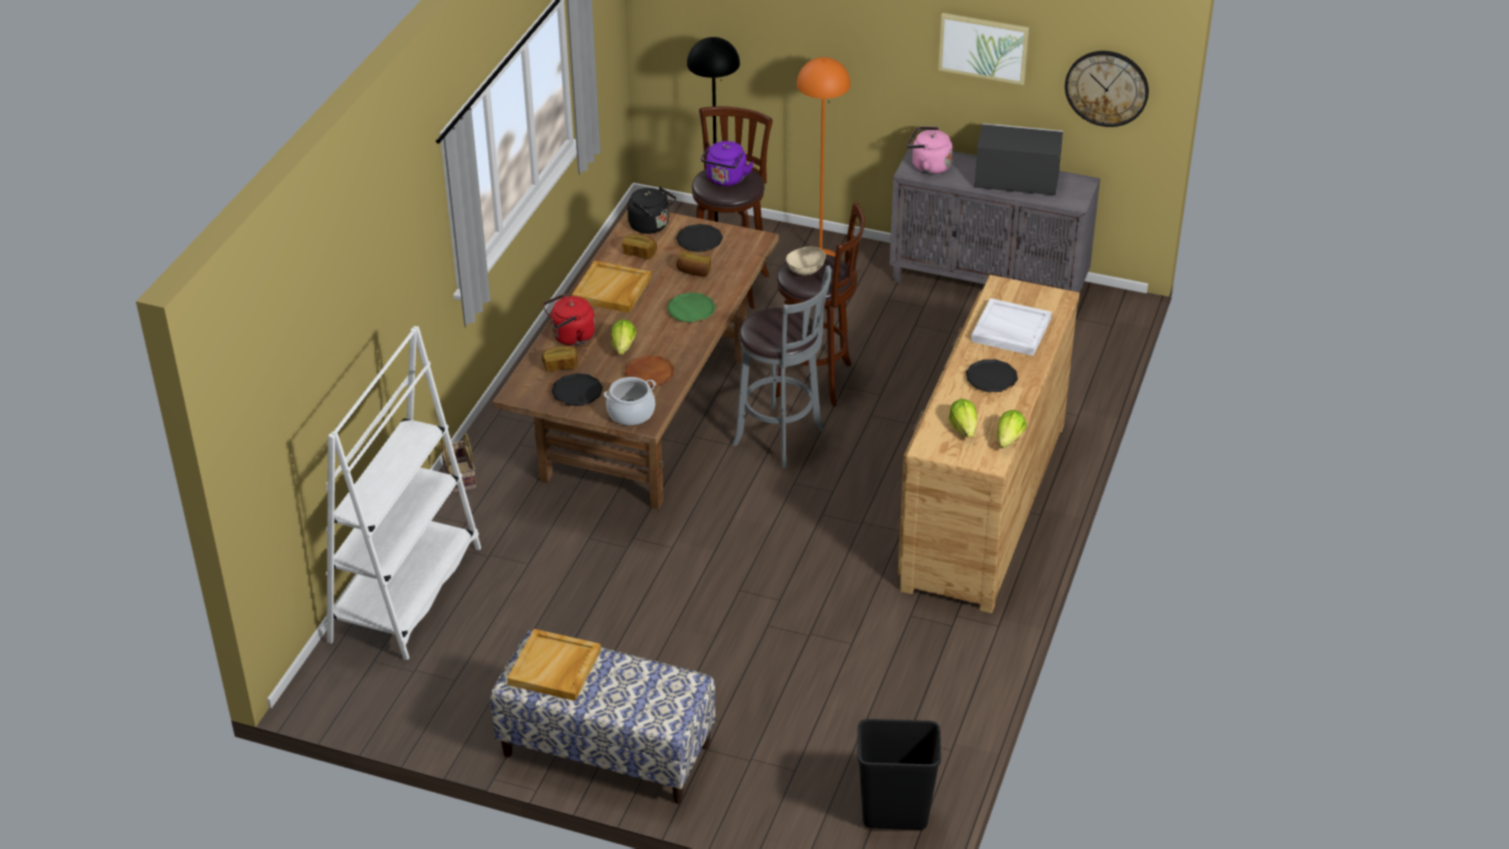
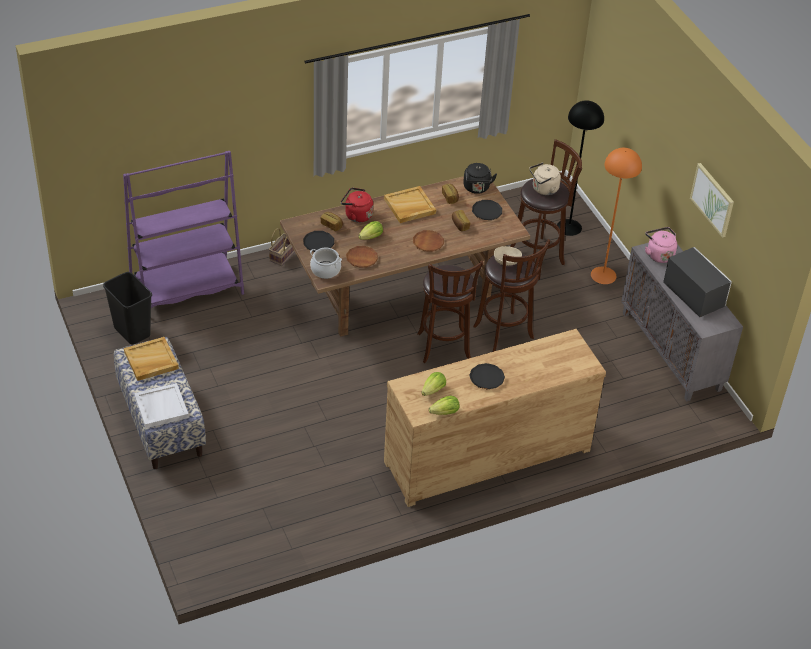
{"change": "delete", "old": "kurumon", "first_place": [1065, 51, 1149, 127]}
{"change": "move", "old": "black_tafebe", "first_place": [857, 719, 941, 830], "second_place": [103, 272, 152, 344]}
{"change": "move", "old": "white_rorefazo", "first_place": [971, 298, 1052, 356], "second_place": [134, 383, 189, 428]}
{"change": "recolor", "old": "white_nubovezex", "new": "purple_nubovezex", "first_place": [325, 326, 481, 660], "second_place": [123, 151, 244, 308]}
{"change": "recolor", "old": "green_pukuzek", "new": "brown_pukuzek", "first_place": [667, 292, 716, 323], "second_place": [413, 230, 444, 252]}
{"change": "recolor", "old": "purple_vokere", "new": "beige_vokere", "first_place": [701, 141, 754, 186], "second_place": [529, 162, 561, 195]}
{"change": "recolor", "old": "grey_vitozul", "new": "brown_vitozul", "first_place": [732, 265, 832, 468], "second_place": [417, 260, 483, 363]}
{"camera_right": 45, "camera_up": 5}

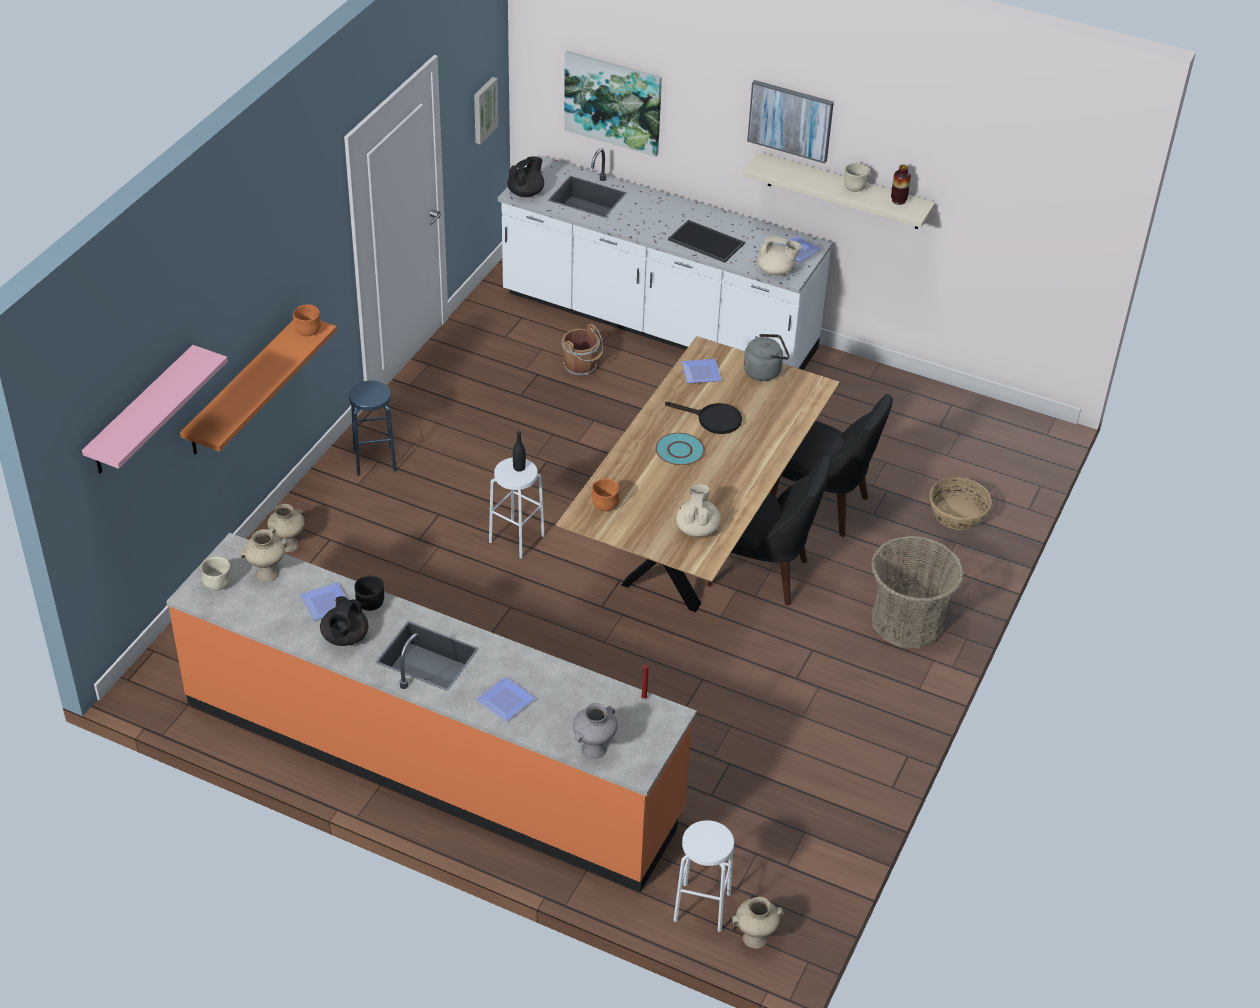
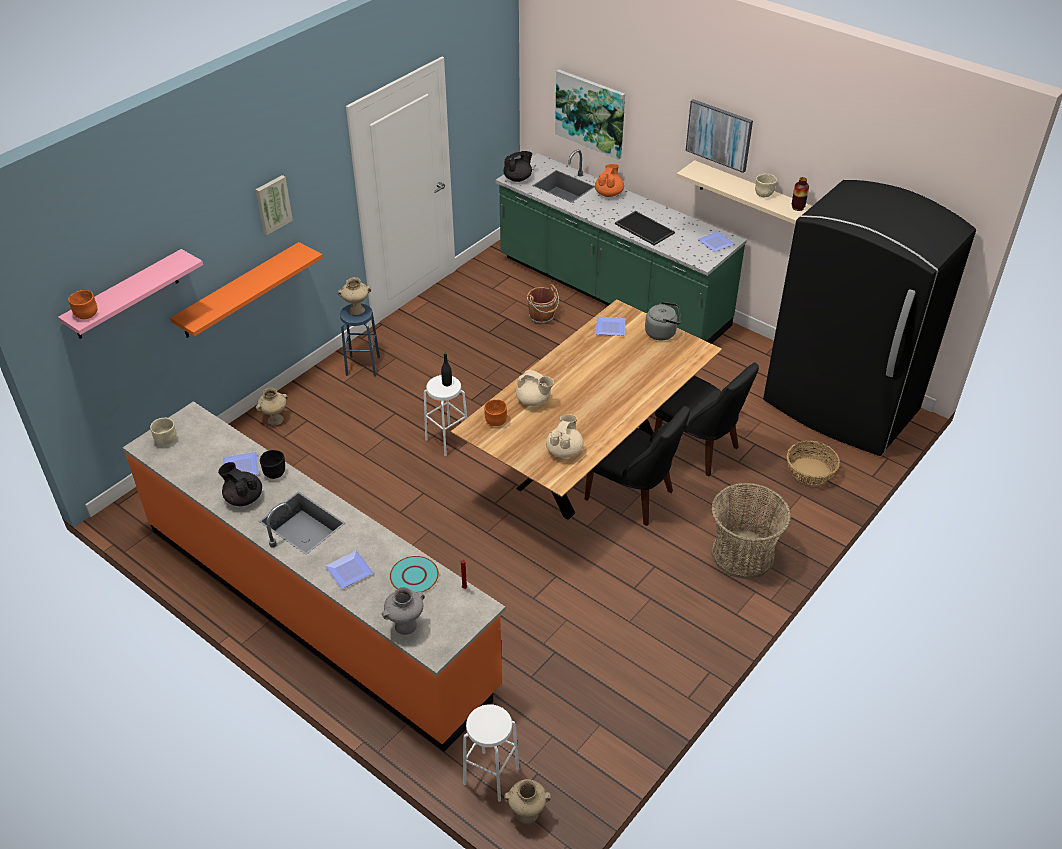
{"change": "delete", "old": "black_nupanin", "first_place": [665, 402, 742, 434]}
{"change": "insert", "new": "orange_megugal", "second_place": [595, 164, 624, 197]}
{"change": "insert", "new": "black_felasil", "second_place": [763, 180, 976, 456]}
{"change": "move", "old": "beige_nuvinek", "first_place": [240, 529, 289, 582], "second_place": [338, 277, 371, 315]}
{"change": "move", "old": "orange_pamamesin", "first_place": [293, 304, 321, 336], "second_place": [68, 290, 97, 319]}
{"change": "move", "old": "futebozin", "first_place": [474, 77, 498, 144], "second_place": [256, 175, 293, 235]}
{"change": "move", "old": "turquoise_pukuzek", "first_place": [655, 433, 705, 466], "second_place": [390, 556, 439, 593]}
{"change": "move", "old": "beige_megugal", "first_place": [757, 236, 801, 275], "second_place": [516, 370, 554, 406]}
{"change": "recolor", "old": "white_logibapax", "new": "green_logibapax", "first_place": [498, 148, 833, 370], "second_place": [496, 150, 747, 344]}
{"change": "rotate", "old": "black_megugal", "first_place": [320, 596, 368, 646], "second_place": [218, 462, 262, 506], "degrees": 105}
{"camera_right": 15, "camera_up": 0}

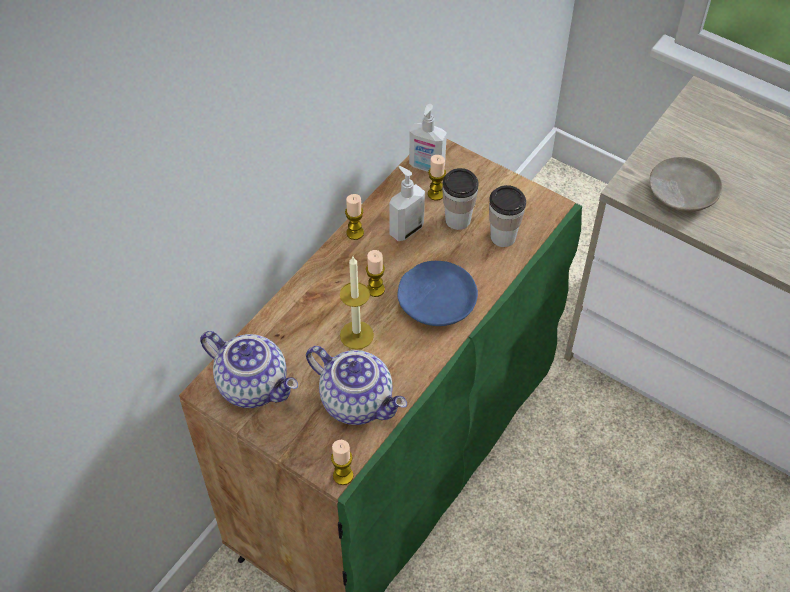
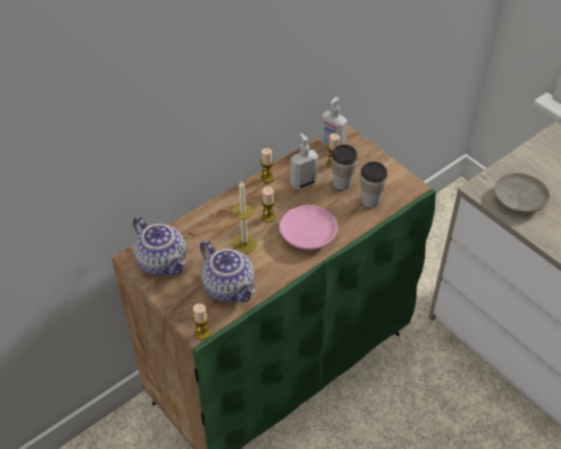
{"change": "recolor", "old": "blue_pukuzek", "new": "pink_pukuzek", "first_place": [397, 261, 478, 326], "second_place": [279, 205, 338, 250]}
{"camera_right": 15, "camera_up": -5}

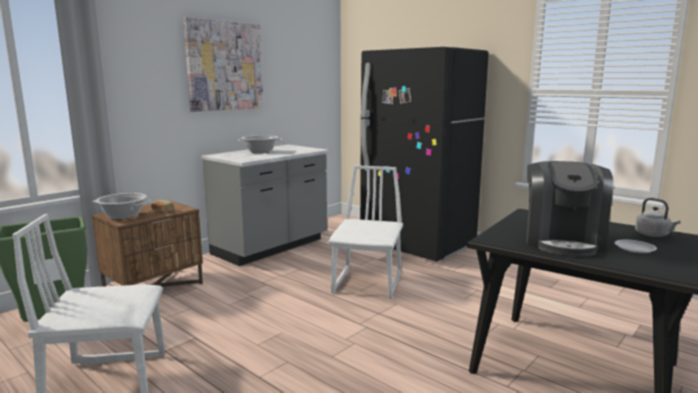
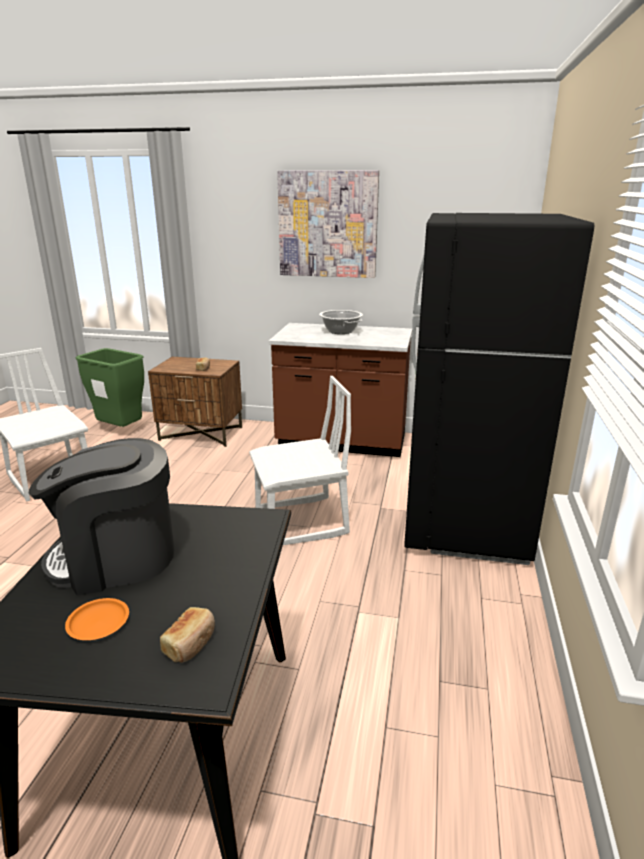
{"change": "delete", "old": "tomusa", "first_place": [93, 193, 151, 220]}
{"change": "replace", "old": "grey_vokere", "new": "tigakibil", "first_place": [635, 198, 680, 237], "second_place": [160, 607, 215, 663]}
{"change": "recolor", "old": "grey_logibapax", "new": "brown_logibapax", "first_place": [202, 145, 330, 266], "second_place": [269, 323, 412, 457]}
{"change": "recolor", "old": "white_pukuzek", "new": "orange_pukuzek", "first_place": [615, 240, 657, 253], "second_place": [65, 598, 129, 640]}
{"camera_right": 60, "camera_up": 10}

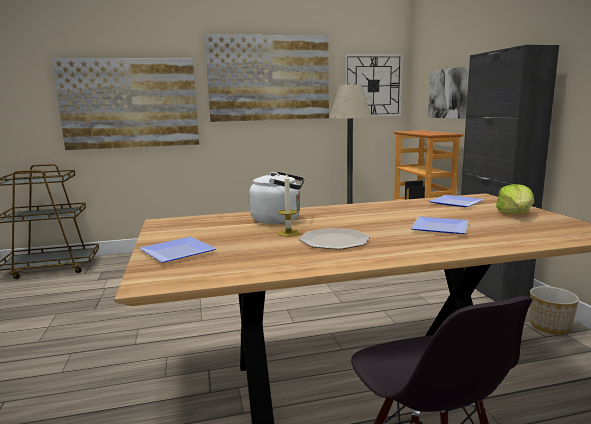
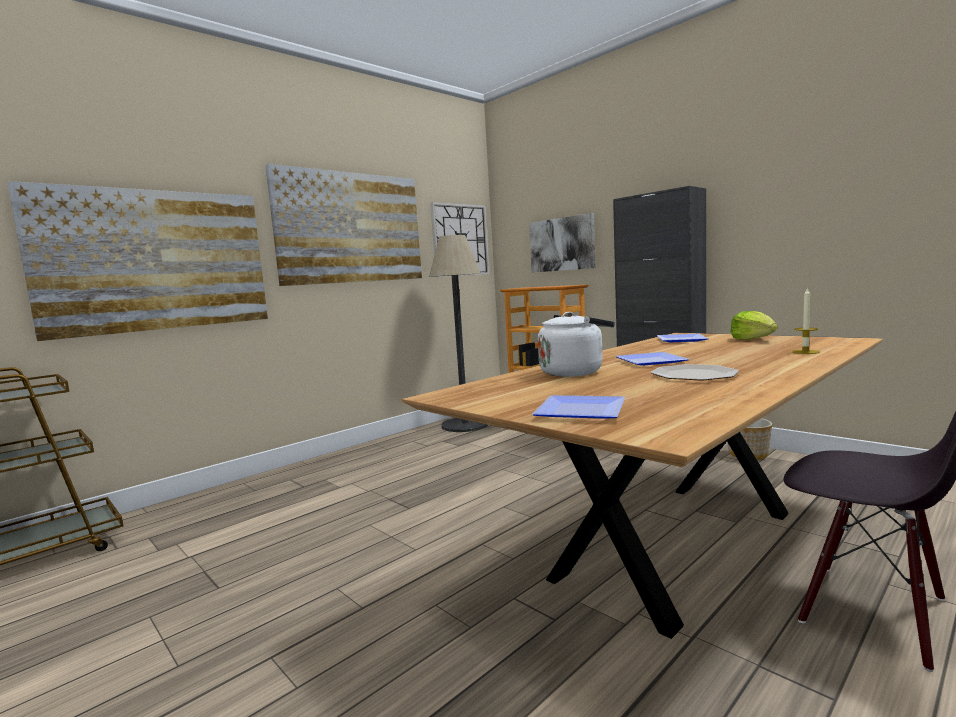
{"change": "move", "old": "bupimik", "first_place": [277, 174, 300, 237], "second_place": [792, 287, 820, 354]}
{"change": "move", "old": "pukuzek", "first_place": [411, 216, 468, 234], "second_place": [615, 352, 689, 366]}
{"camera_right": -30, "camera_up": -5}

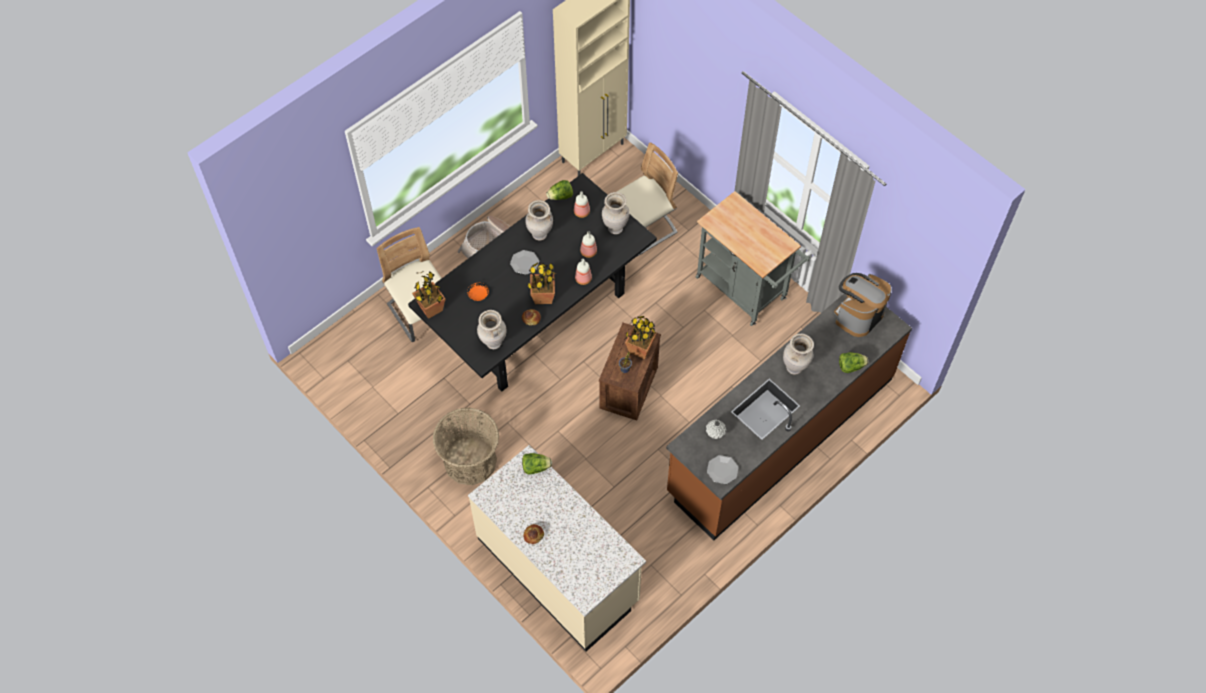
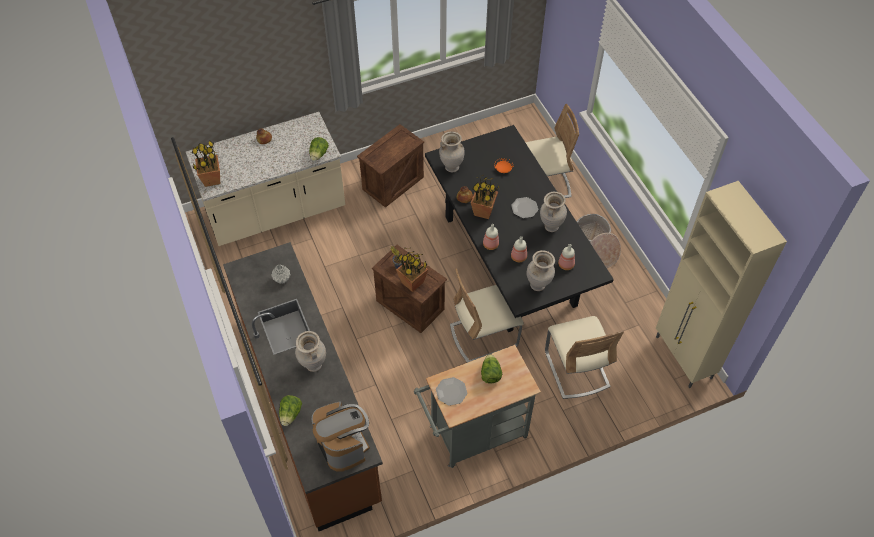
{"change": "insert", "new": "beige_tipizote", "second_place": [450, 268, 524, 363]}
{"change": "move", "old": "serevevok", "first_place": [412, 272, 445, 319], "second_place": [192, 140, 220, 187]}
{"change": "move", "old": "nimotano", "first_place": [546, 180, 573, 200], "second_place": [481, 354, 502, 383]}
{"change": "move", "old": "pukuzek", "first_place": [707, 455, 739, 484], "second_place": [436, 377, 467, 406]}
{"change": "replace", "old": "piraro", "new": "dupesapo", "first_place": [433, 408, 499, 485], "second_place": [357, 124, 424, 208]}
{"camera_right": 110, "camera_up": -5}

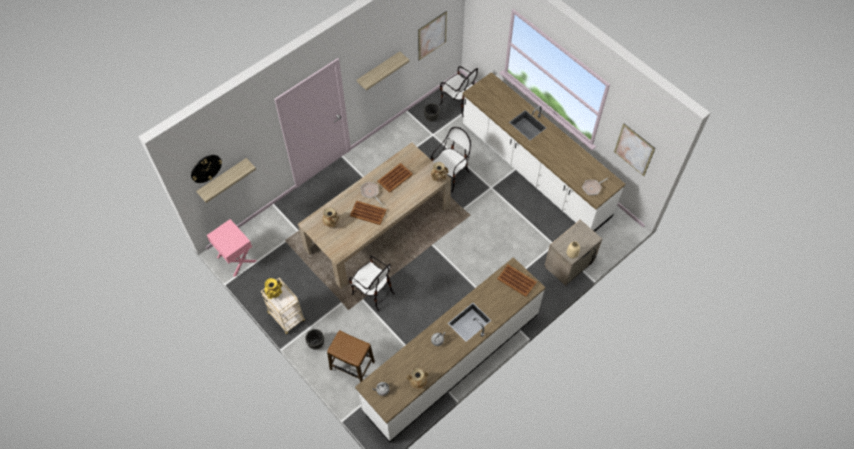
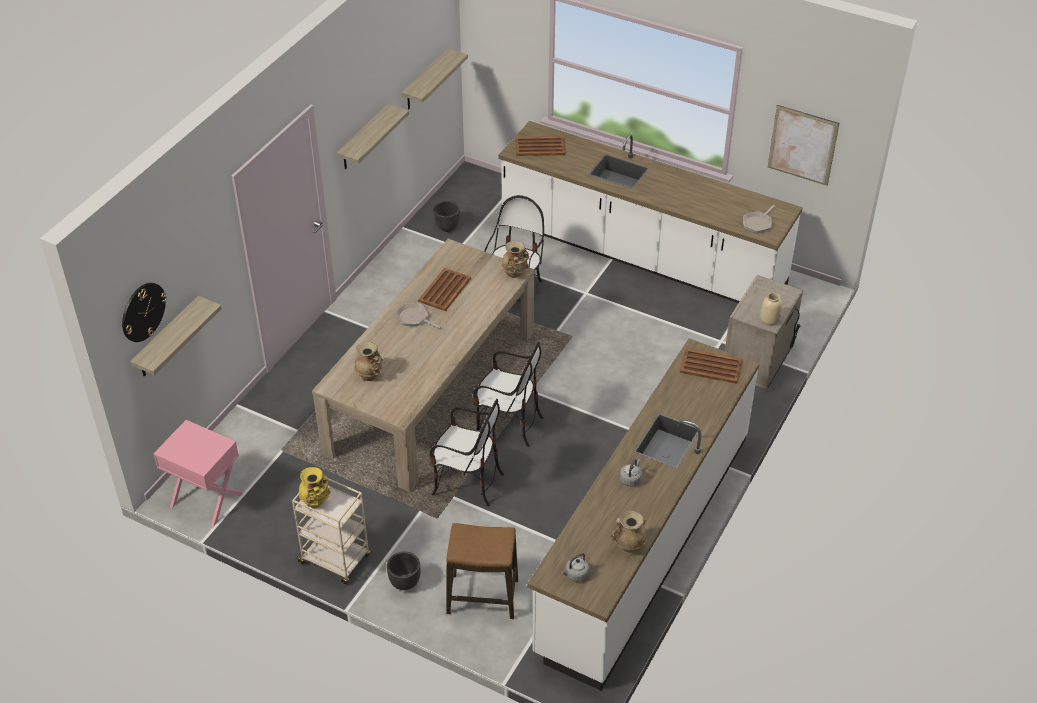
{"change": "move", "old": "brown_rorefazo", "first_place": [350, 201, 387, 225], "second_place": [515, 136, 565, 156]}
{"change": "move", "old": "tipizote", "first_place": [440, 66, 478, 117], "second_place": [473, 342, 543, 447]}
{"change": "replace", "old": "futebozin", "new": "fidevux", "first_place": [418, 11, 447, 60], "second_place": [402, 48, 468, 109]}
{"camera_right": -20, "camera_up": -15}

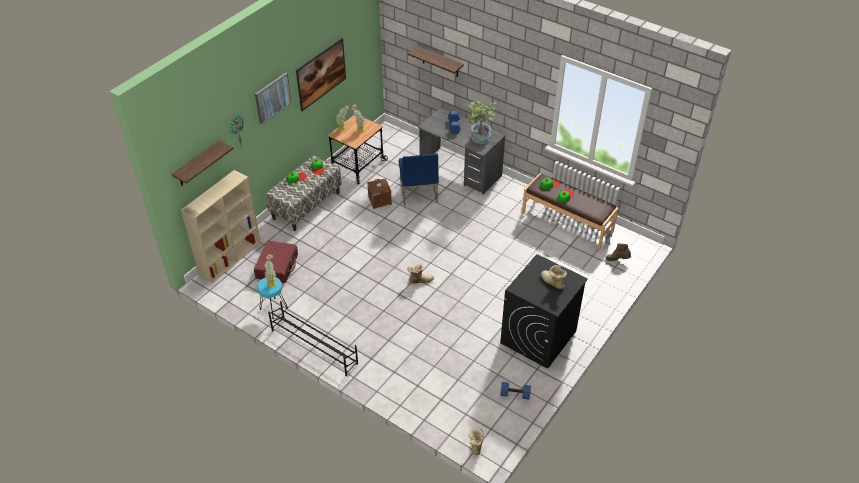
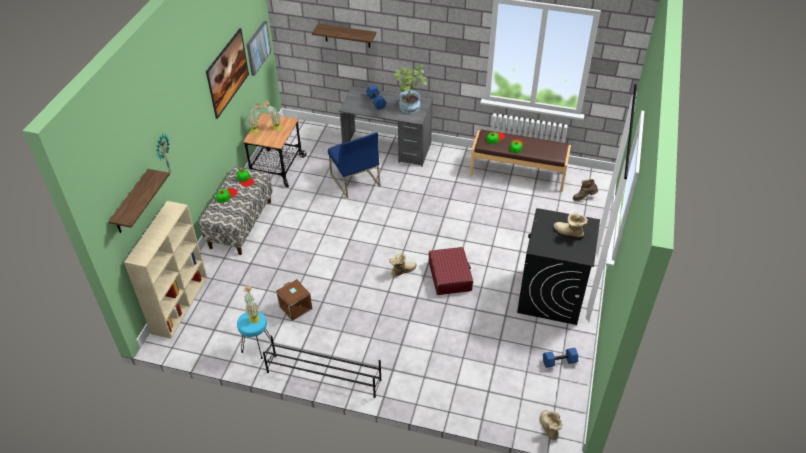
{"change": "move", "old": "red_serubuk", "first_place": [254, 241, 298, 283], "second_place": [429, 247, 473, 295]}
{"change": "move", "old": "futebozin", "first_place": [255, 72, 292, 124], "second_place": [246, 21, 271, 76]}
{"change": "move", "old": "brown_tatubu", "first_place": [367, 178, 392, 209], "second_place": [276, 279, 312, 321]}
{"camera_right": -20, "camera_up": 0}

